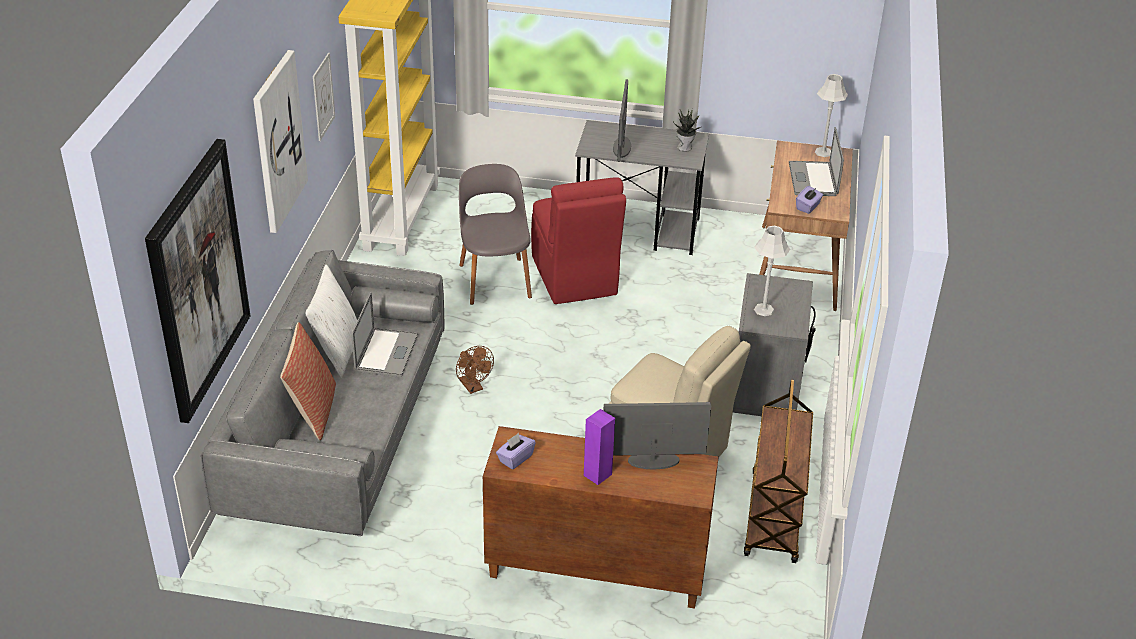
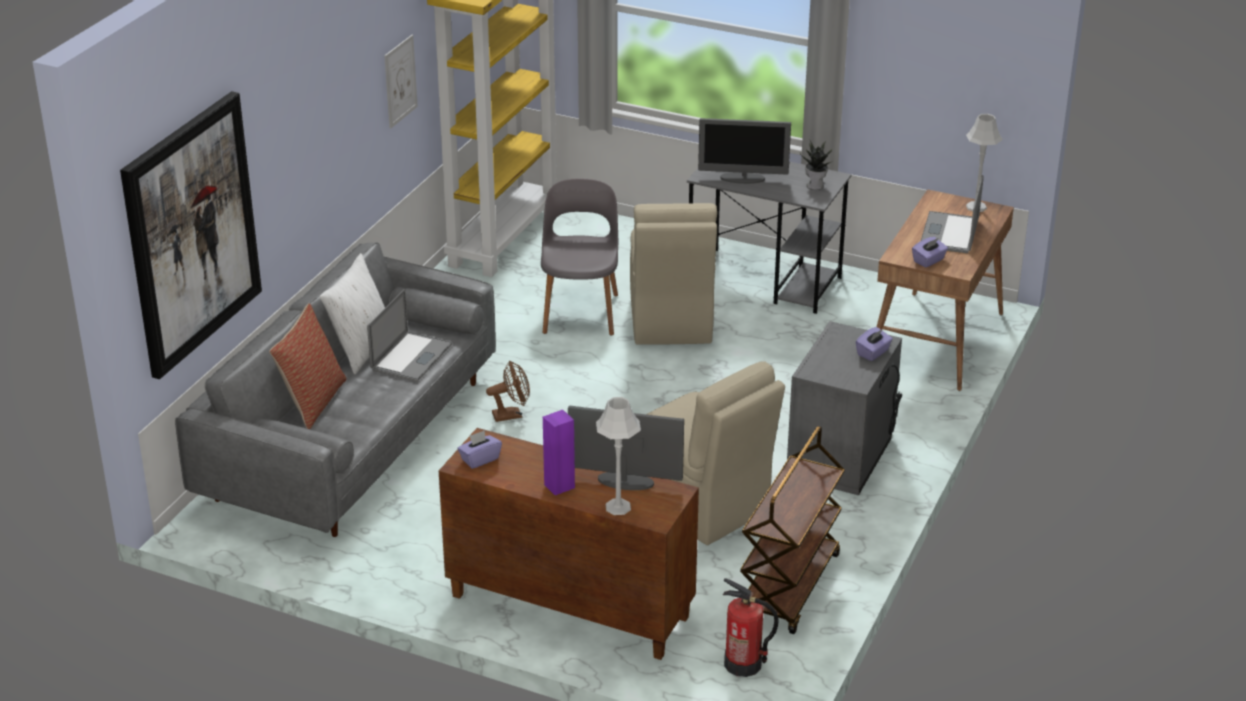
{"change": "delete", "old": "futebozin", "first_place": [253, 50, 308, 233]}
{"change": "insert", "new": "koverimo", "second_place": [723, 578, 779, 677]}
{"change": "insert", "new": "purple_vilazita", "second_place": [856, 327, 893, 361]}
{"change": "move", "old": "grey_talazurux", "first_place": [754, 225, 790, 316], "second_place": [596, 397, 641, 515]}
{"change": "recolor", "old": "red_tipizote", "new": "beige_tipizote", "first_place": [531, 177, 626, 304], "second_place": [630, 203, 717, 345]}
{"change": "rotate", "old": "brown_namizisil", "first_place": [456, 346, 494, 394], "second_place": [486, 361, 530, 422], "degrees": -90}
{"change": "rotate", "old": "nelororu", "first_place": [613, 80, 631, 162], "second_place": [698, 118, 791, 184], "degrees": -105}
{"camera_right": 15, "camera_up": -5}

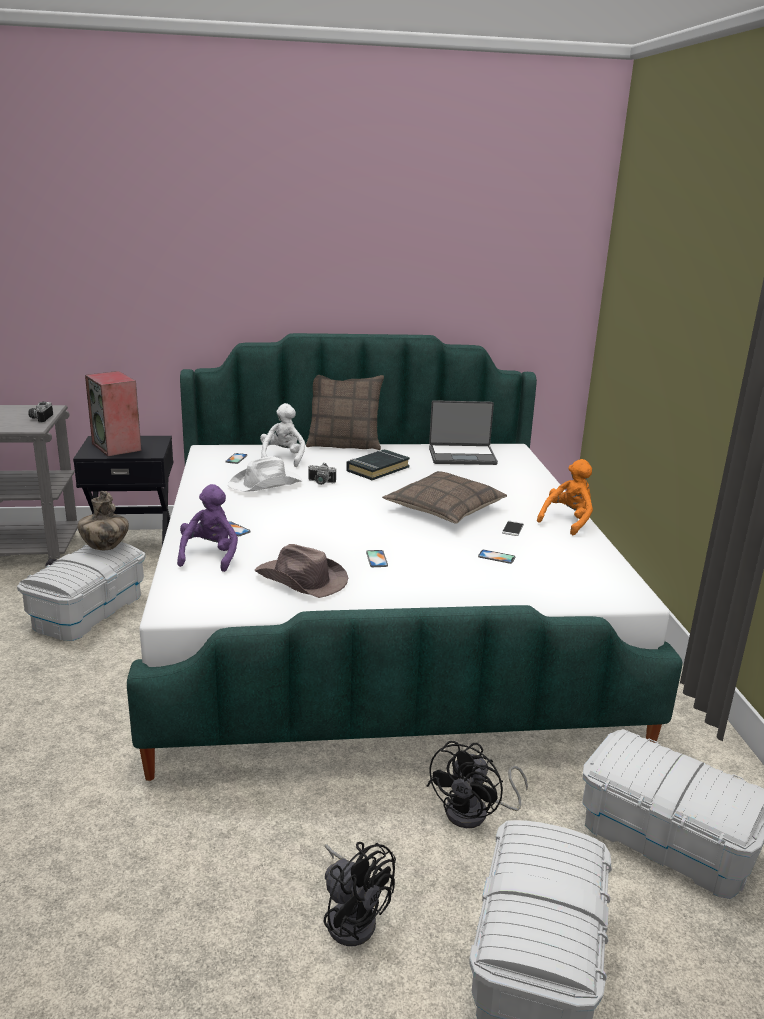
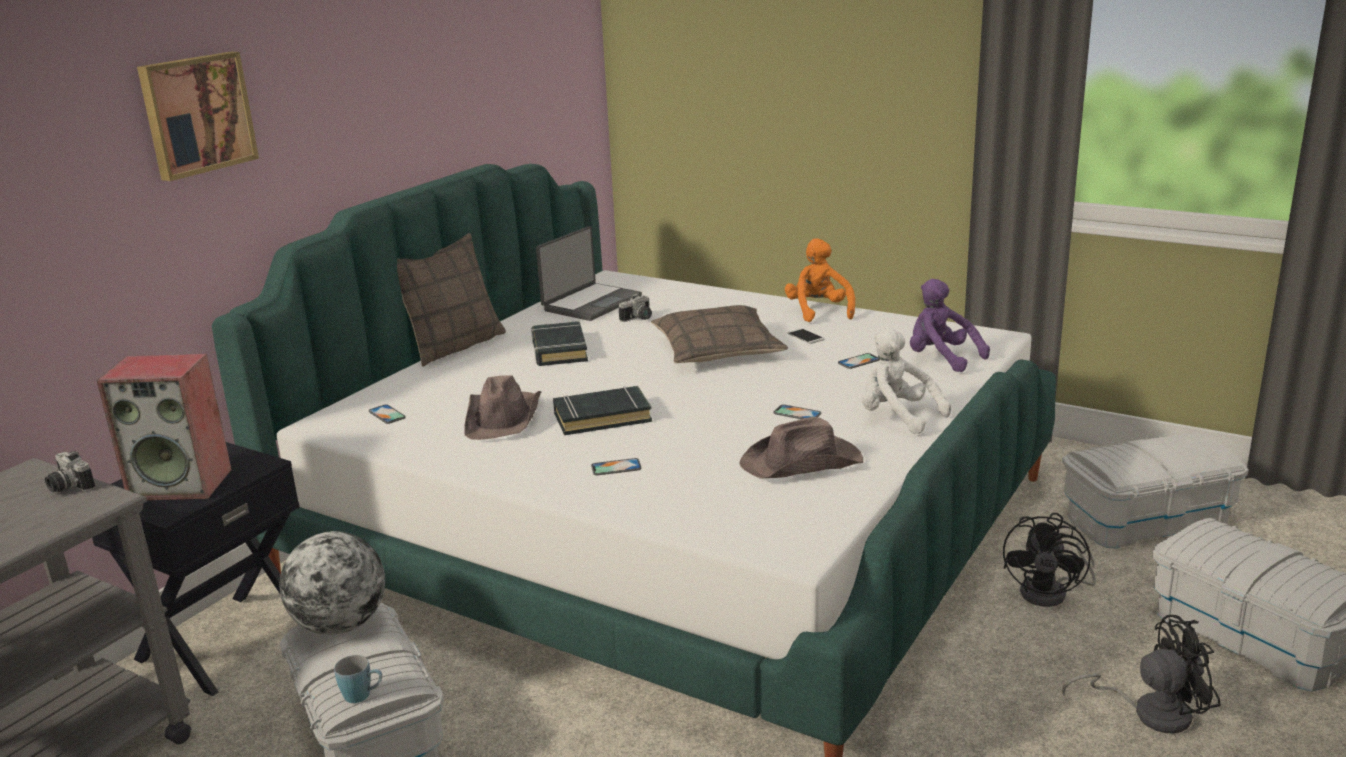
{"change": "insert", "new": "futebozin", "second_place": [137, 52, 259, 181]}
{"change": "insert", "new": "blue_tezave", "second_place": [334, 655, 382, 703]}
{"change": "insert", "new": "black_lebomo", "second_place": [553, 386, 652, 435]}
{"change": "move", "old": "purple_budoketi", "first_place": [177, 484, 238, 572], "second_place": [910, 279, 990, 372]}
{"change": "move", "old": "white_budoketi", "first_place": [260, 403, 305, 467], "second_place": [862, 328, 951, 434]}
{"change": "move", "old": "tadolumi", "first_place": [308, 463, 336, 485], "second_place": [619, 294, 652, 322]}
{"change": "replace", "old": "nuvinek", "new": "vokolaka", "first_place": [77, 491, 129, 550], "second_place": [280, 531, 385, 635]}
{"change": "recolor", "old": "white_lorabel", "new": "brown_lorabel", "first_place": [228, 456, 302, 492], "second_place": [464, 375, 541, 440]}
{"change": "rotate", "old": "black_namizisil", "first_place": [427, 741, 528, 828], "second_place": [1003, 513, 1096, 607], "degrees": 45}
{"camera_right": -50, "camera_up": 0}

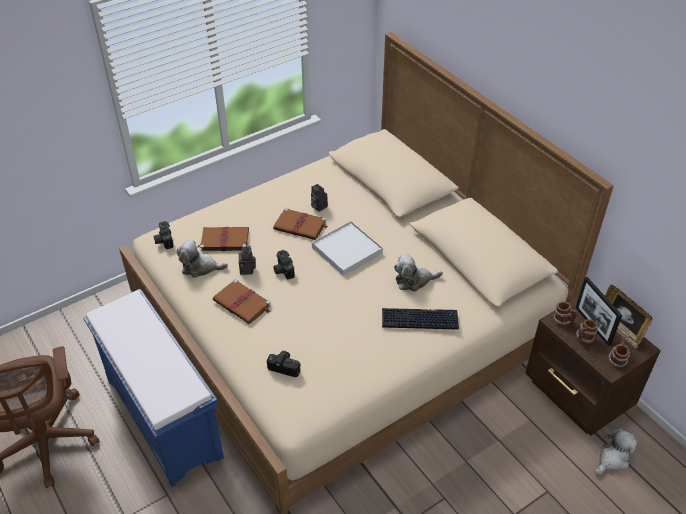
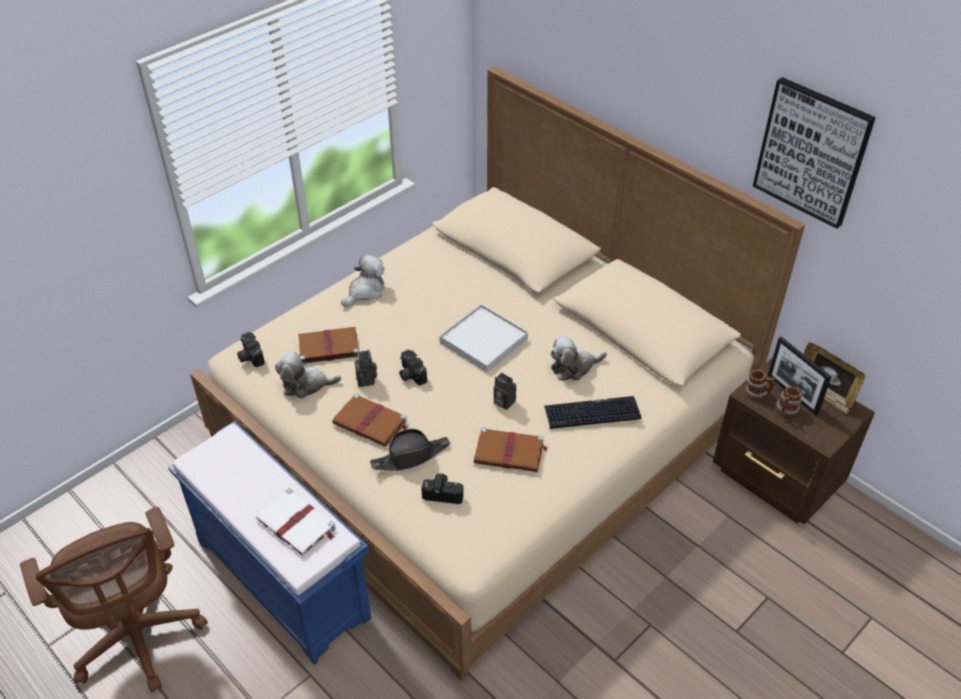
{"change": "delete", "old": "tezave", "first_place": [608, 337, 630, 367]}
{"change": "insert", "new": "white_lebomo", "second_place": [256, 488, 336, 556]}
{"change": "insert", "new": "black_lorabel", "second_place": [370, 429, 450, 471]}
{"change": "insert", "new": "futebozin", "second_place": [753, 77, 876, 228]}
{"change": "move", "old": "brown_lebomo", "first_place": [273, 208, 328, 240], "second_place": [474, 427, 548, 472]}
{"change": "move", "old": "tadolumi", "first_place": [311, 184, 328, 212], "second_place": [494, 373, 516, 410]}
{"change": "move", "old": "budoketi", "first_place": [595, 428, 637, 475], "second_place": [341, 254, 384, 307]}
{"camera_right": -10, "camera_up": 0}

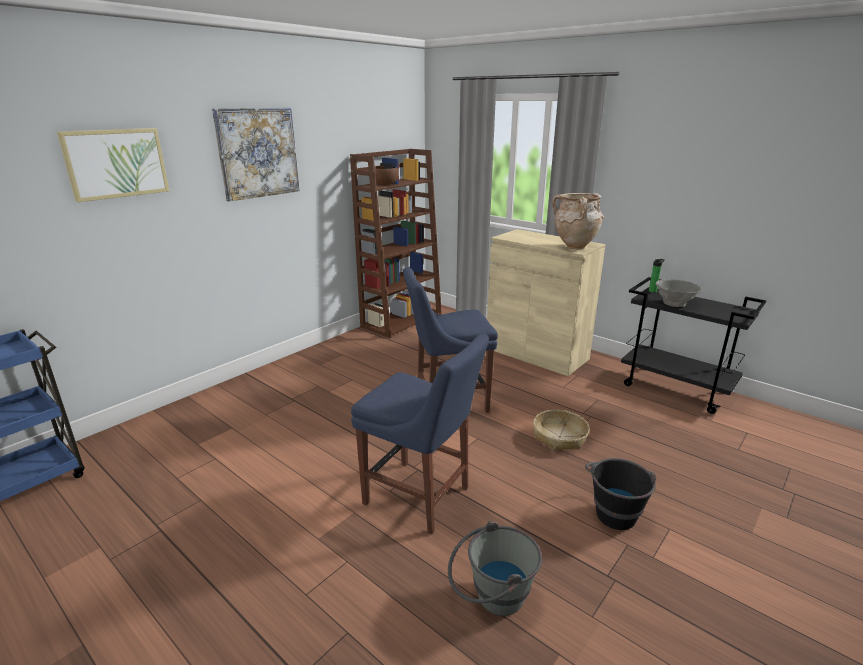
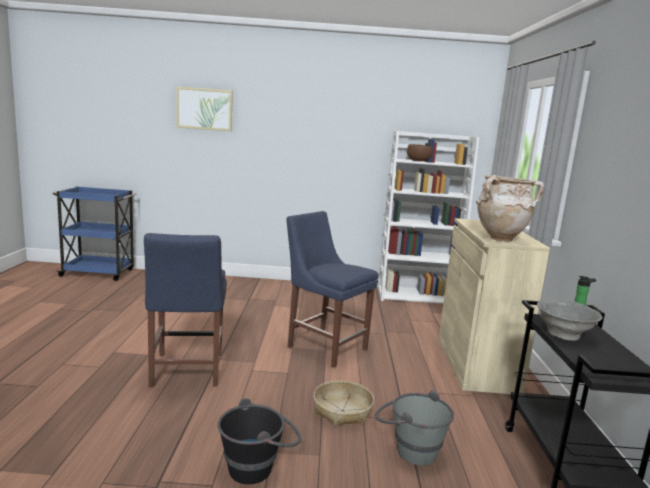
{"change": "delete", "old": "futebozin", "first_place": [212, 108, 299, 202]}
{"change": "move", "old": "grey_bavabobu", "first_place": [448, 521, 542, 616], "second_place": [375, 390, 454, 465]}
{"change": "recolor", "old": "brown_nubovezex", "new": "white_nubovezex", "first_place": [350, 149, 442, 338], "second_place": [378, 131, 480, 304]}
{"camera_right": 50, "camera_up": -10}

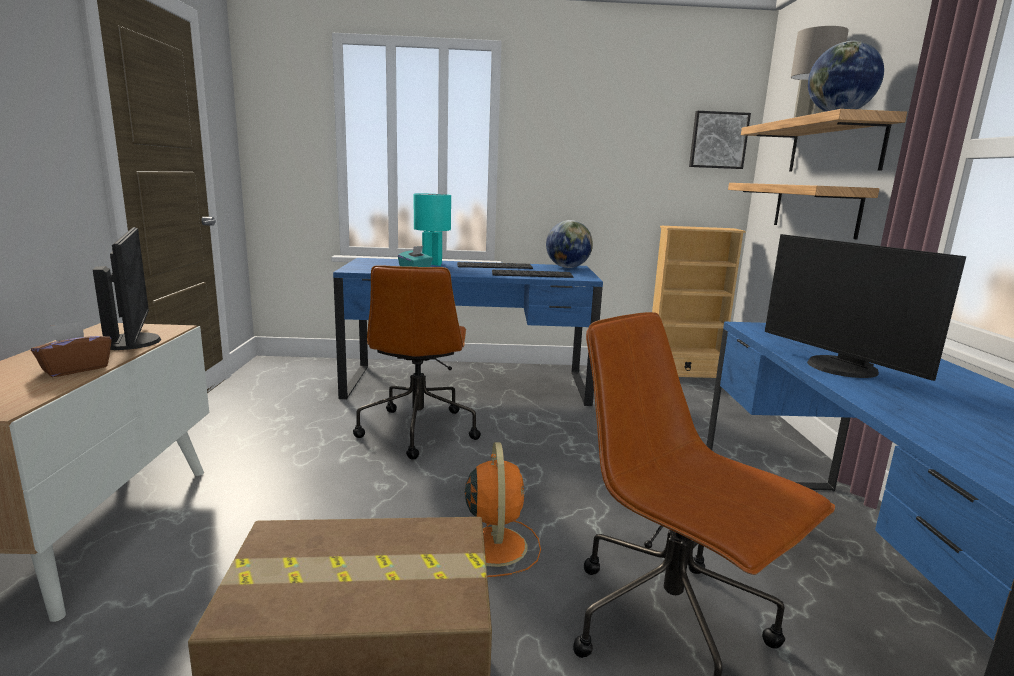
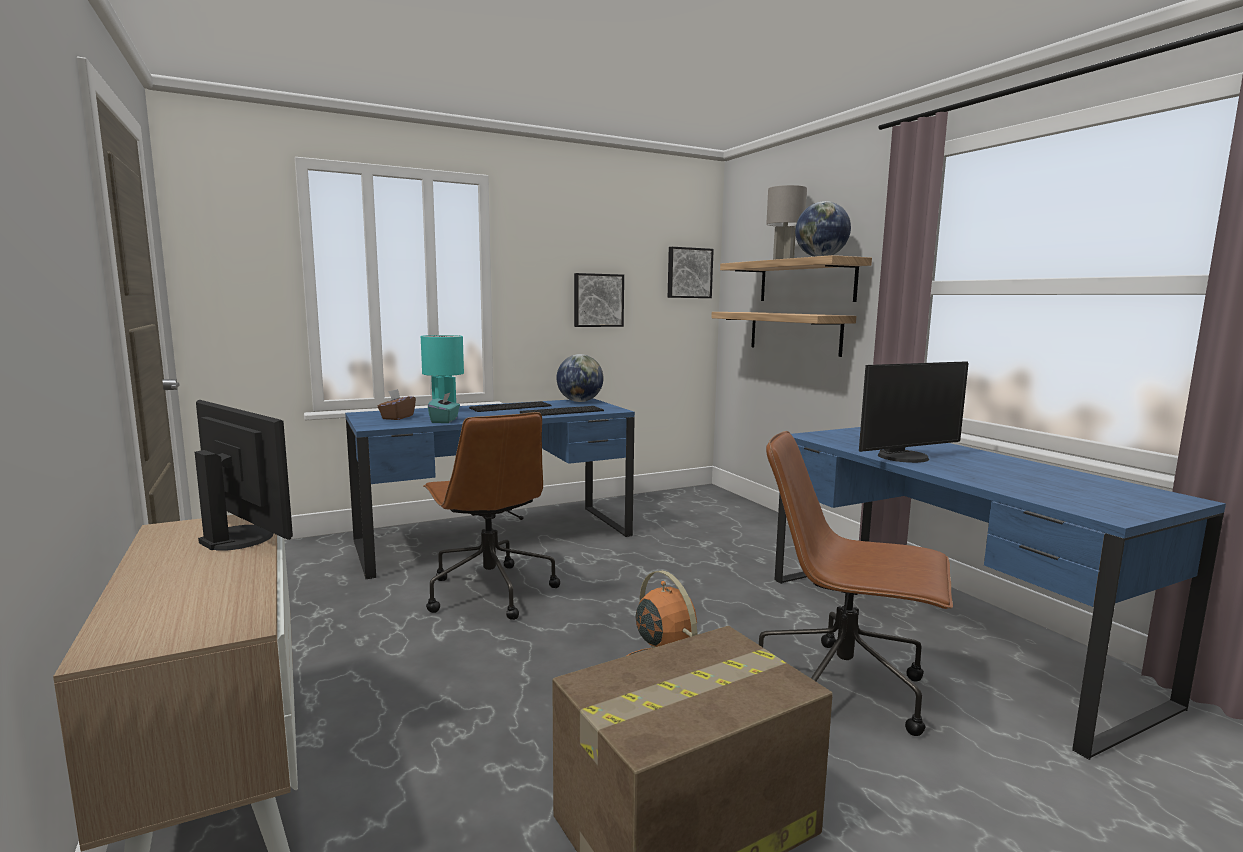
{"change": "delete", "old": "beige_nubovezex", "first_place": [652, 226, 746, 378]}
{"change": "insert", "new": "futebozin", "second_place": [574, 273, 624, 327]}
{"change": "move", "old": "brown_vilazita", "first_place": [31, 321, 112, 377], "second_place": [377, 389, 416, 420]}
{"change": "rotate", "old": "nelororu", "first_place": [765, 234, 966, 381], "second_place": [859, 361, 969, 463], "degrees": -60}
{"camera_right": -25, "camera_up": -5}

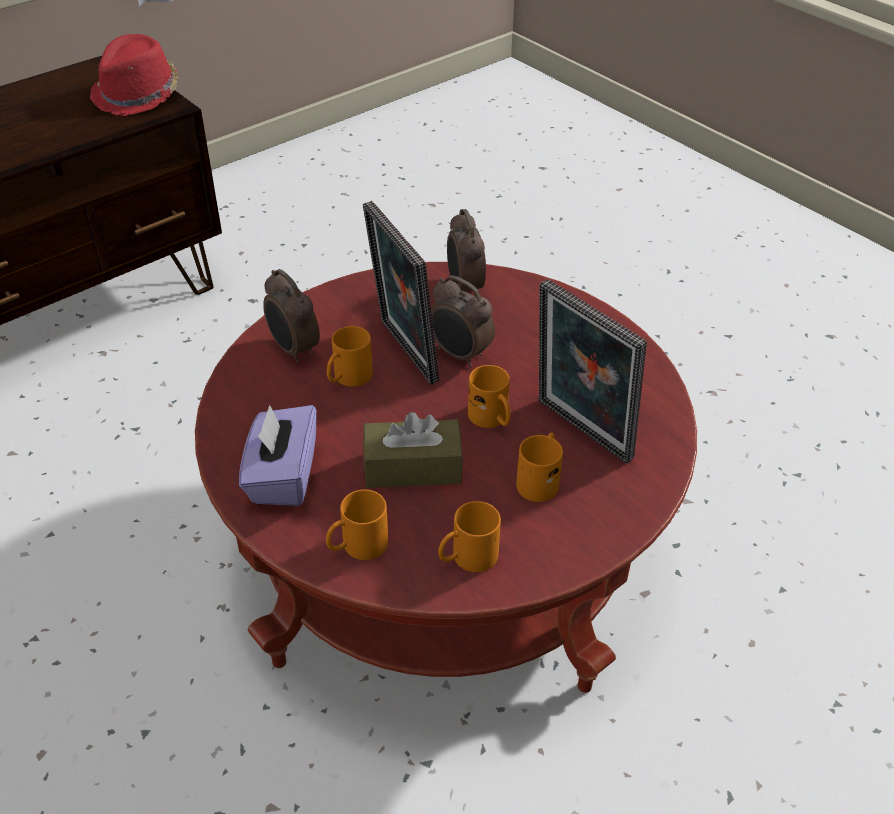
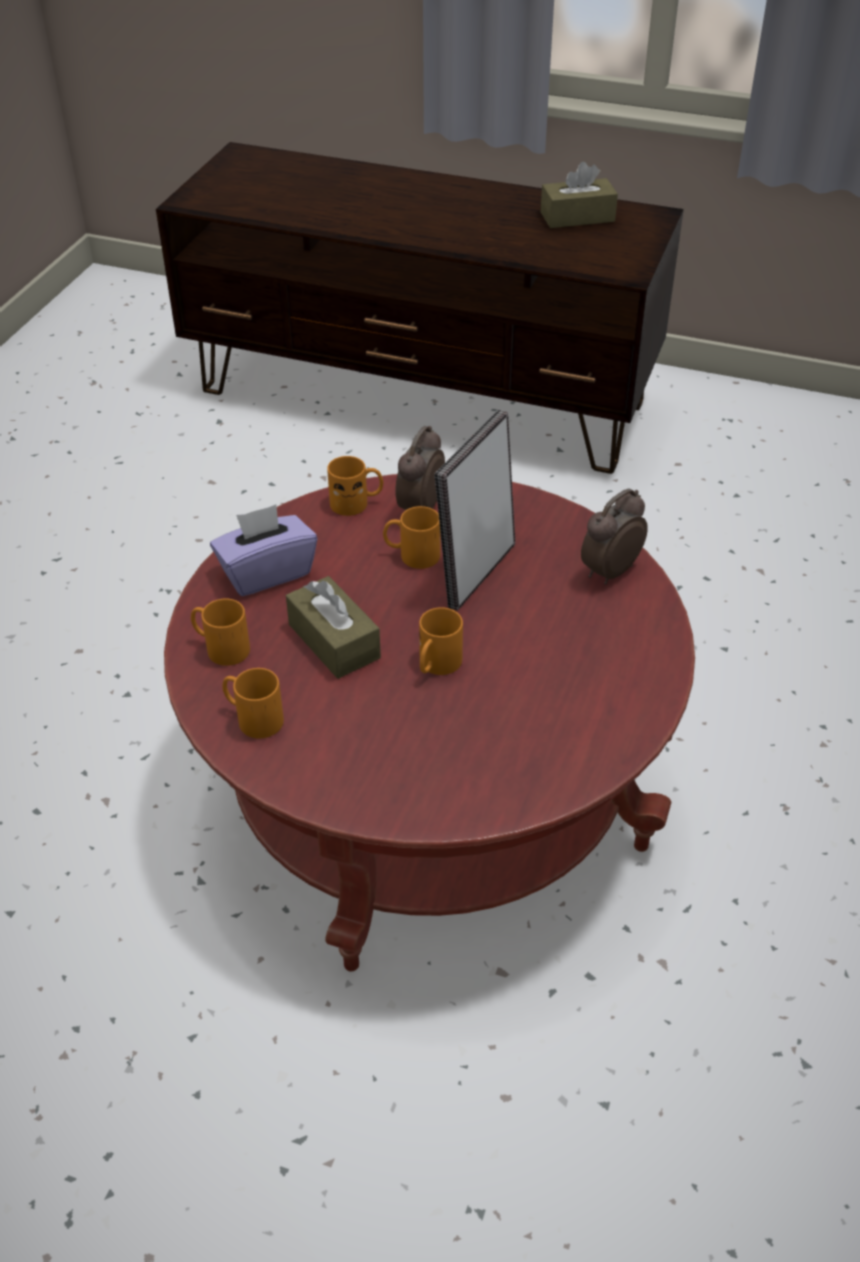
{"change": "delete", "old": "red_lorabel", "first_place": [90, 34, 179, 116]}
{"change": "delete", "old": "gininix", "first_place": [431, 275, 495, 367]}
{"change": "delete", "old": "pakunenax", "first_place": [539, 279, 647, 464]}
{"change": "insert", "new": "brown_vilazita", "second_place": [541, 162, 618, 228]}
{"change": "move", "old": "orange_tezave", "first_place": [516, 433, 563, 502], "second_place": [327, 456, 383, 516]}
{"camera_right": 60, "camera_up": 0}

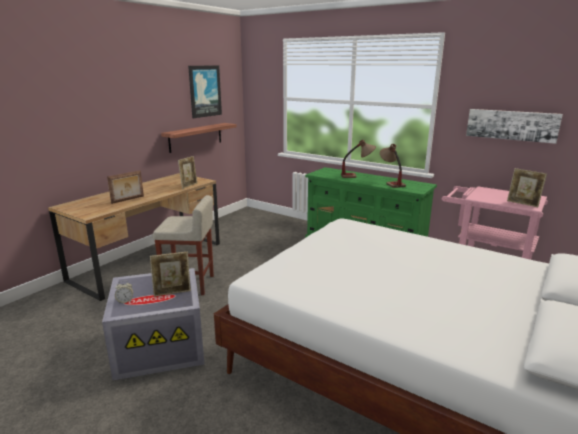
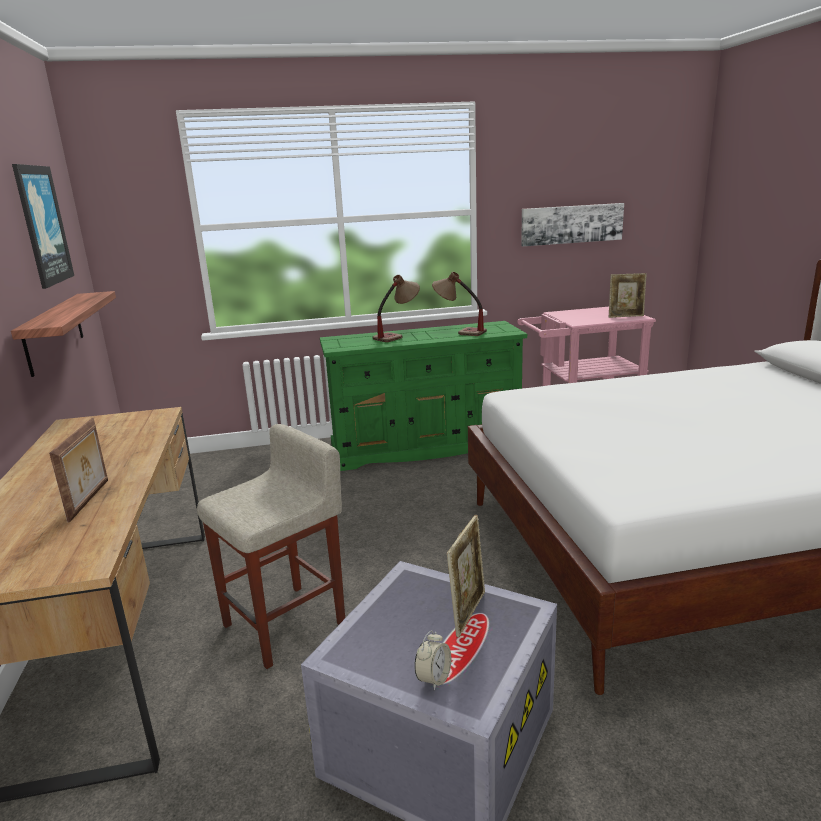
{"change": "delete", "old": "pakunenax", "first_place": [178, 156, 197, 189]}
{"camera_right": -45, "camera_up": 0}

